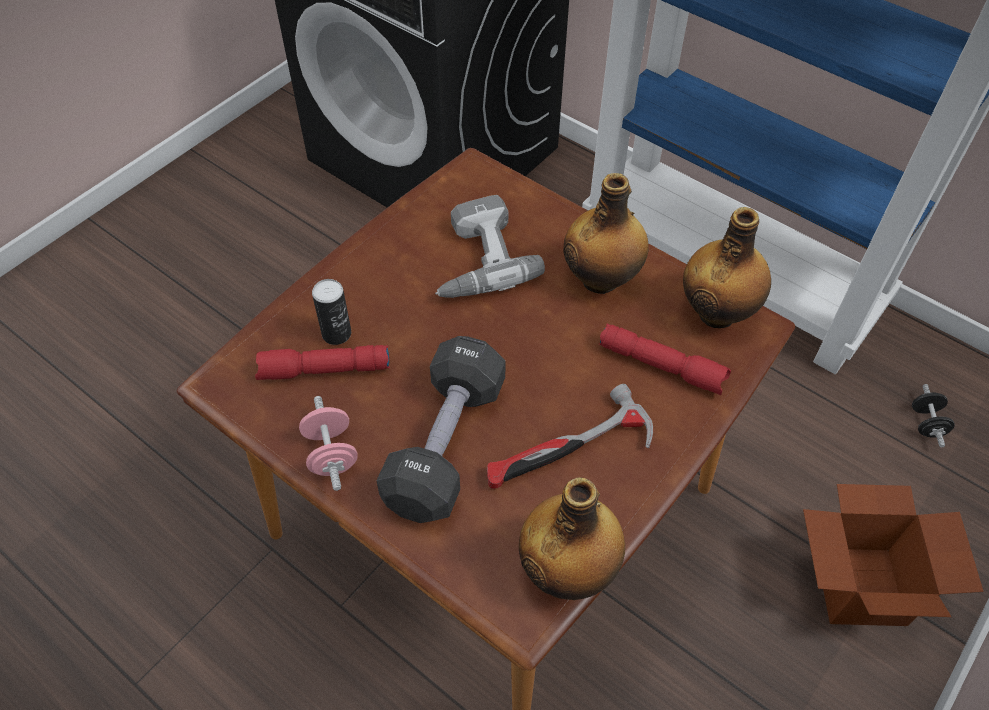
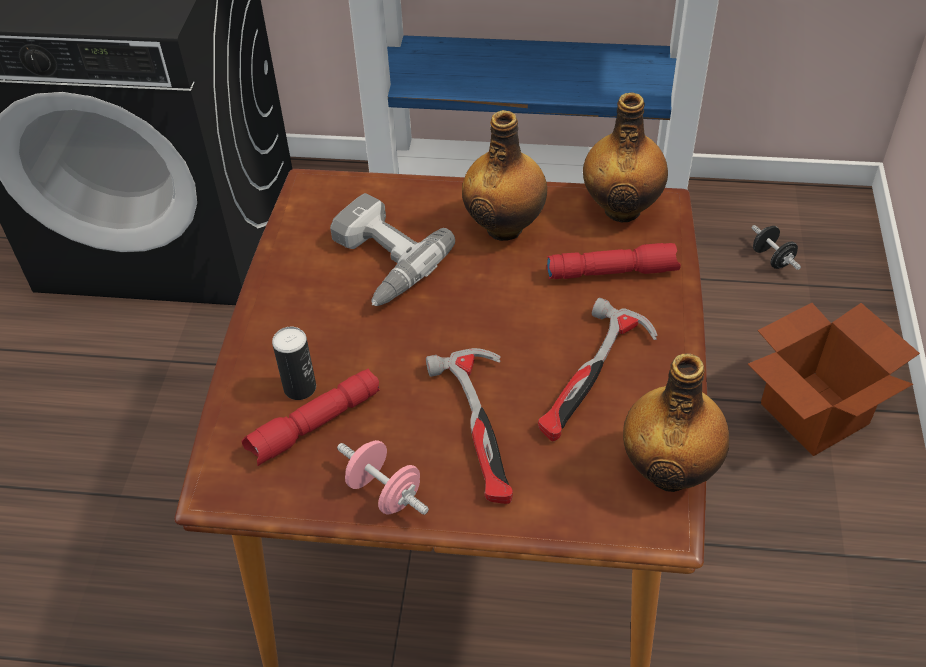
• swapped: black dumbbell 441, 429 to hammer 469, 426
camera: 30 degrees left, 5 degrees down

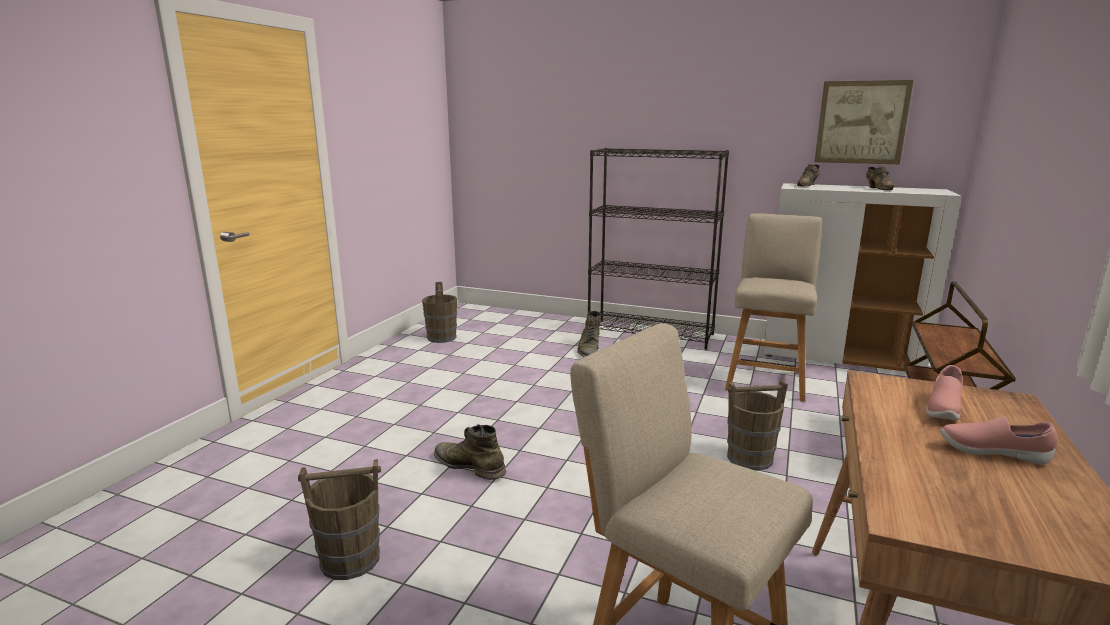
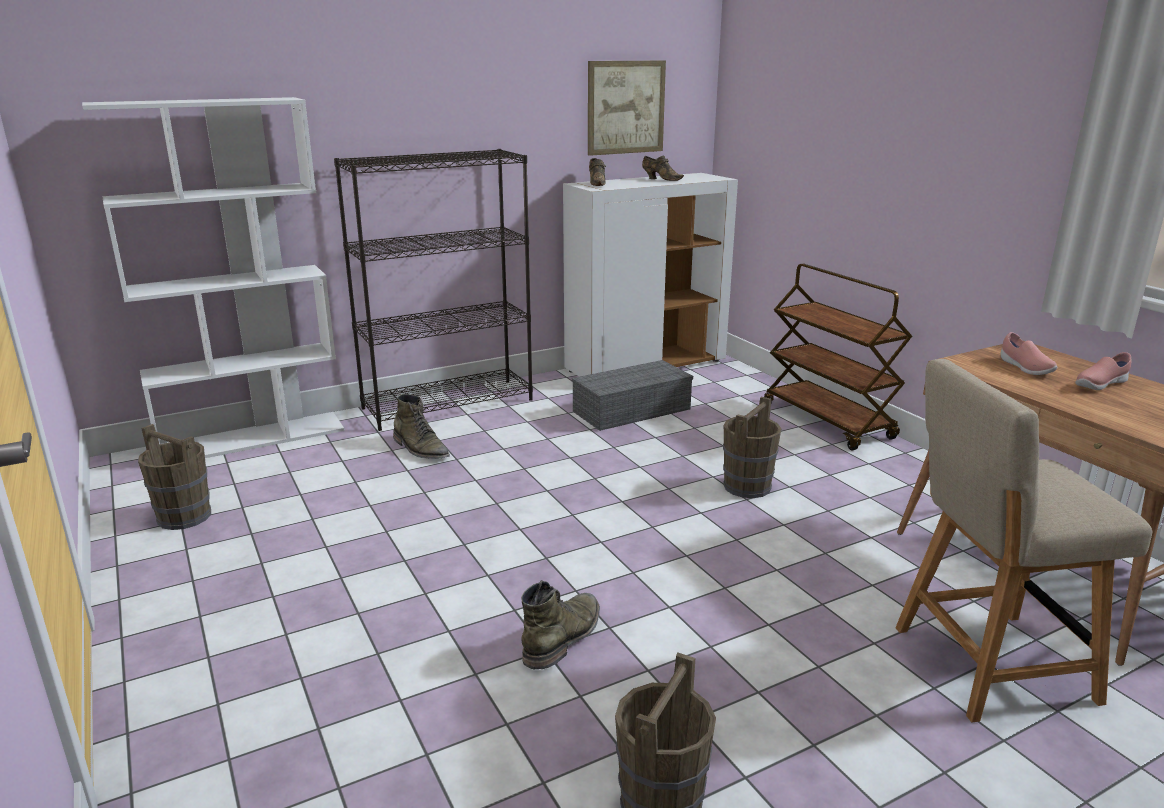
• swapped: beige chair 773, 307 to grey storage box 632, 395
• rotated: green boot 470, 452 = 560, 624 135 degrees clockwise
• new: white bookcase 213, 277
camera: 50 degrees left, 5 degrees up

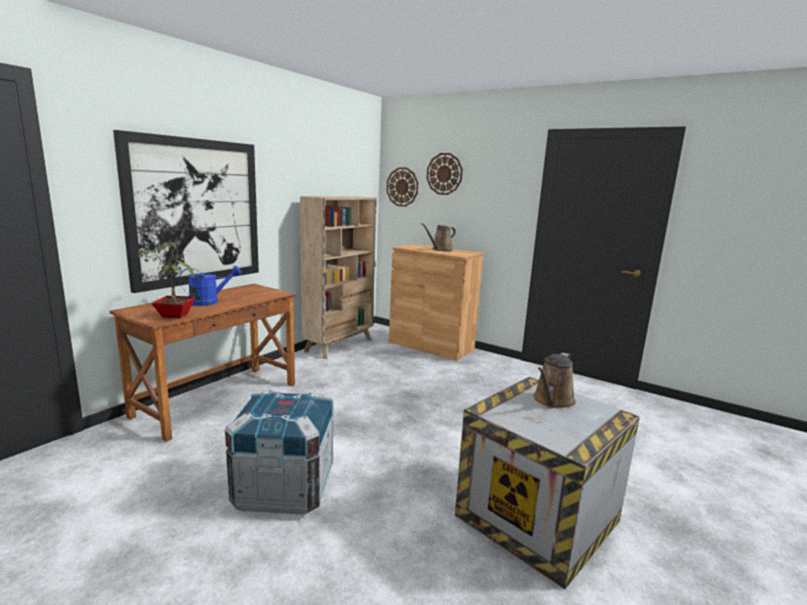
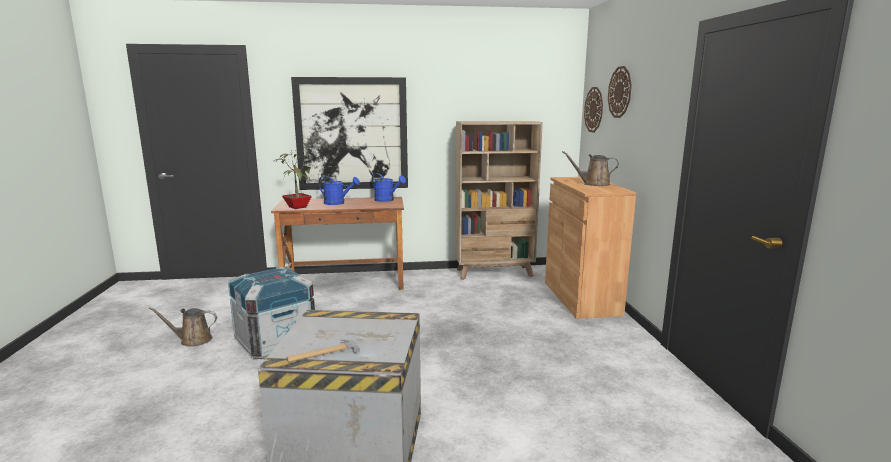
• shifted: brown watering can 554, 381 to 183, 327
• new: blue watering can 389, 187
• new: hammer 323, 350
camera: 50 degrees right, 0 degrees up

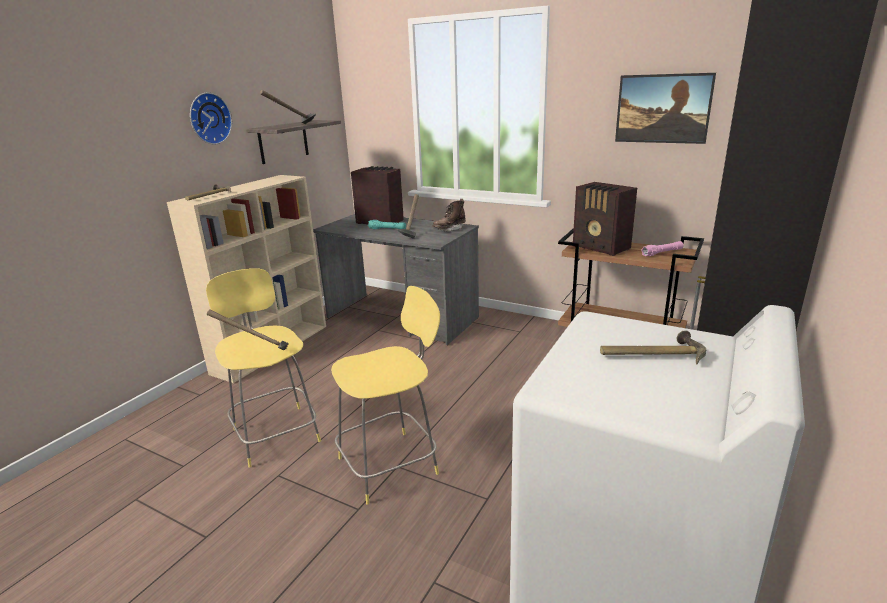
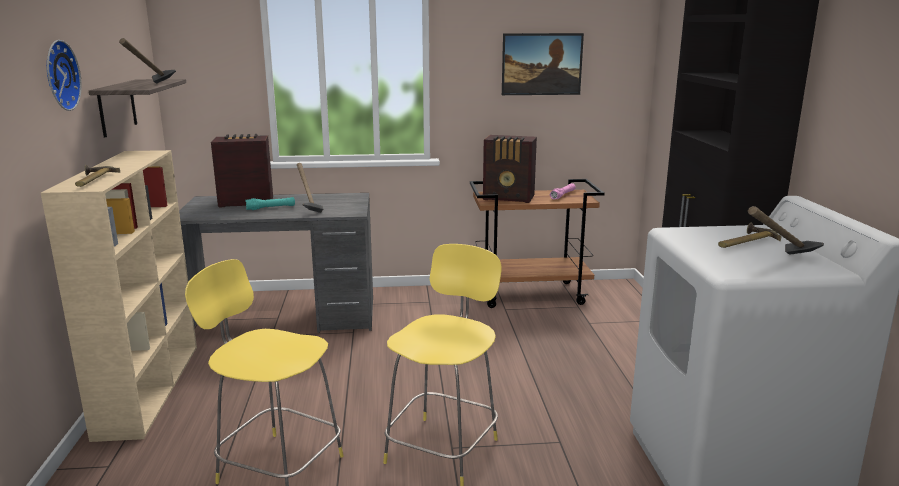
• gone: brown boot 449, 215
• shifted: hammer 248, 329 to 786, 230
camera: 35 degrees left, 5 degrees down

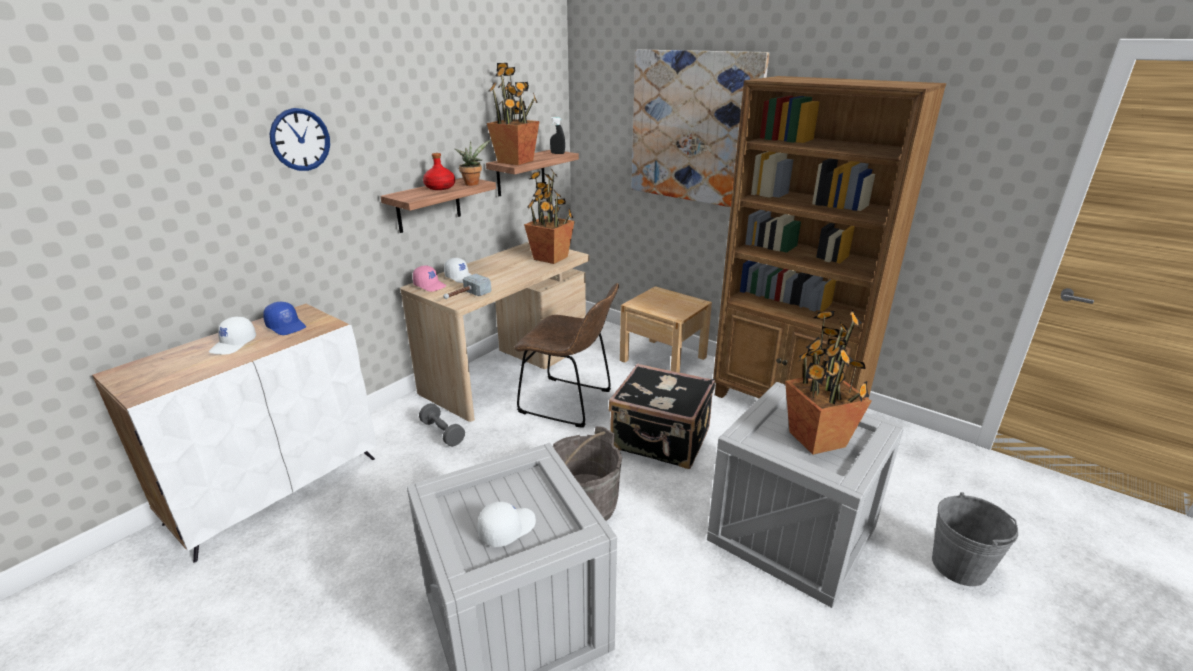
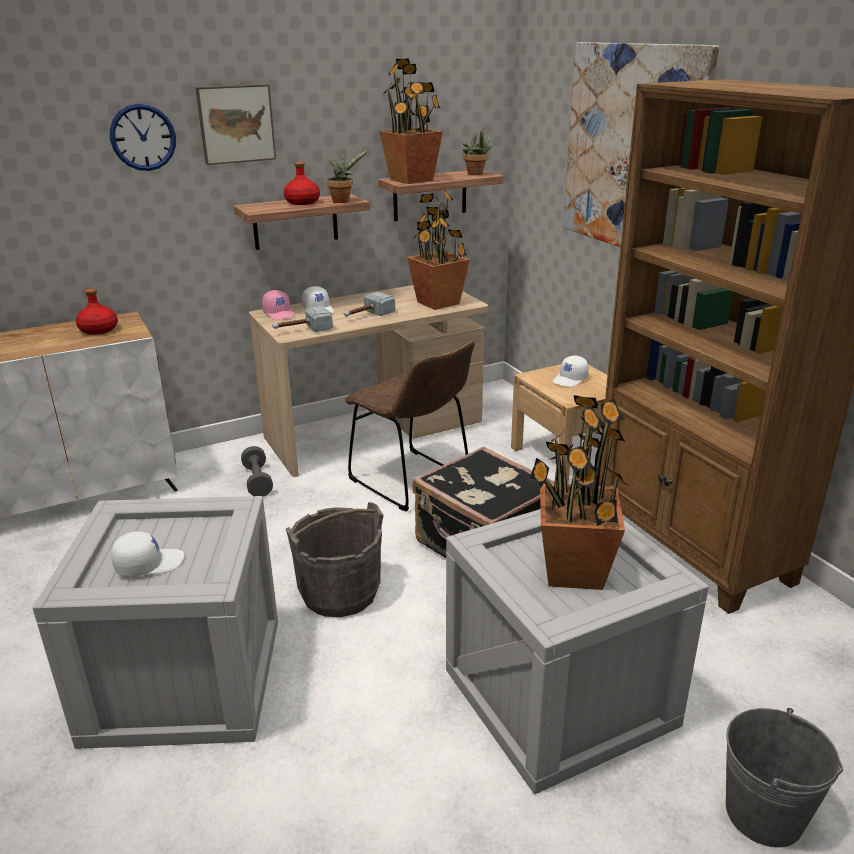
• swapped: black spray bottle 557, 135 to potted plant 478, 151
• swapped: blue cap 284, 318 to red bottle 97, 311
• shifted: white cap 232, 336 to 571, 371
• new: picture 235, 124
• new: hammer 369, 304
camera: 25 degrees right, 0 degrees up

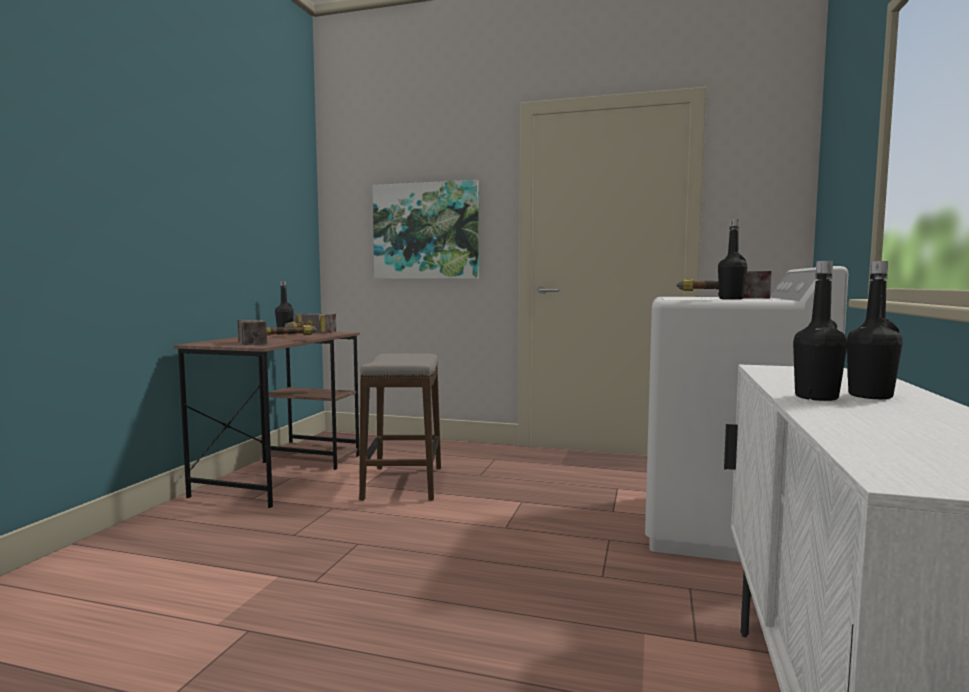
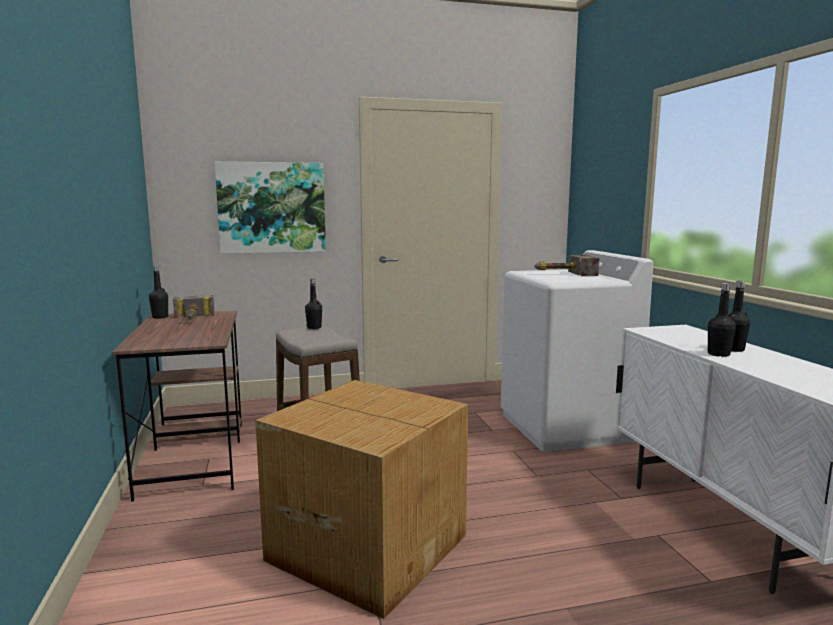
• shifted: black bottle 732, 259 to 313, 304
• gone: hammer 277, 332
• new: cardboard box 361, 499
camera: 30 degrees left, 5 degrees up

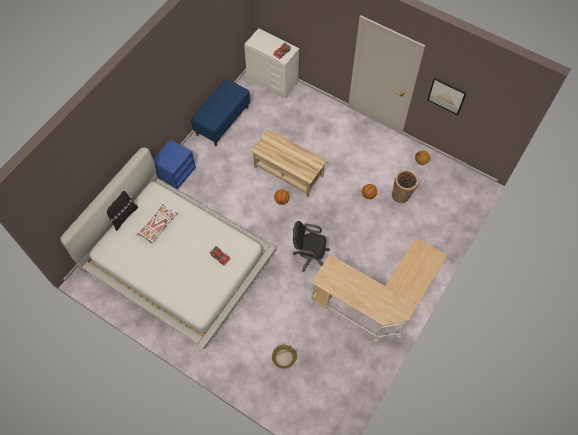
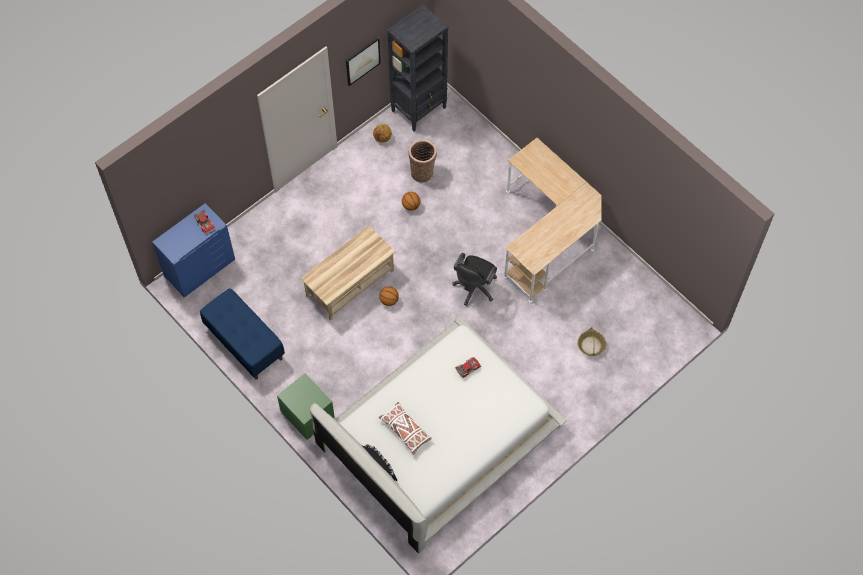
• repainted: white dresser 271, 63 to blue dresser 193, 250
• repainted: blue nightstand 174, 164 to green nightstand 306, 406
• new: black bookcase 417, 68
camera: 75 degrees left, 0 degrees up

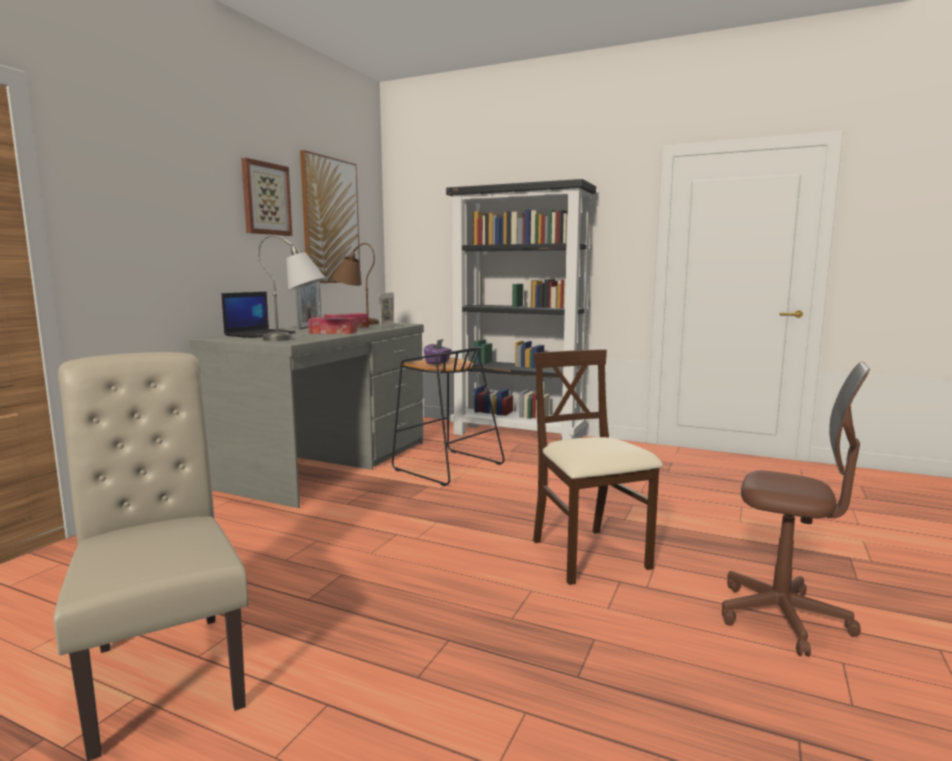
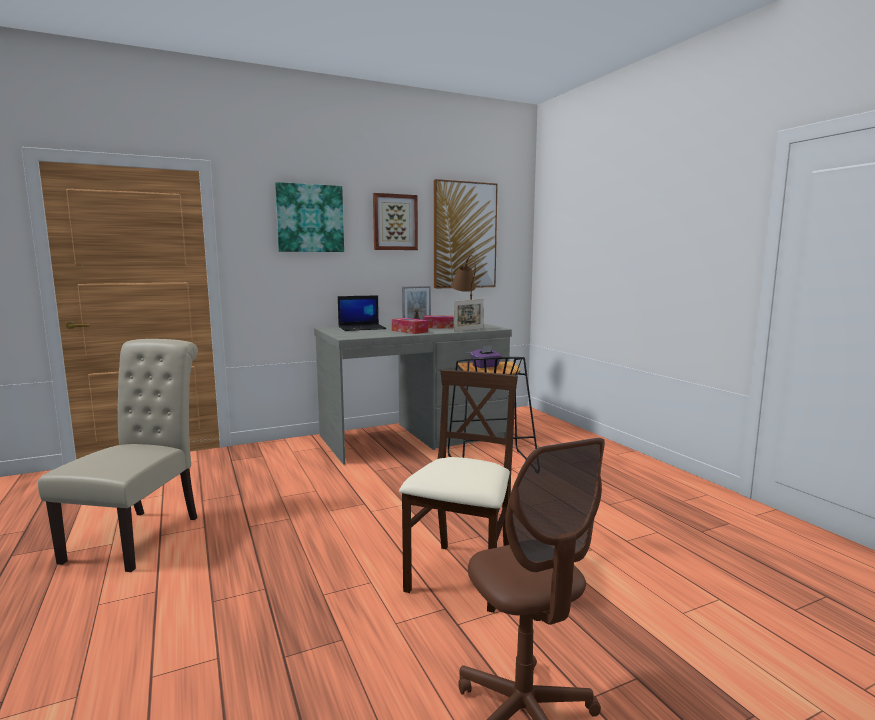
• gone: black bookcase 521, 309
• gone: grey table lamp 291, 288
• new: picture 309, 217
camera: 40 degrees right, 0 degrees up

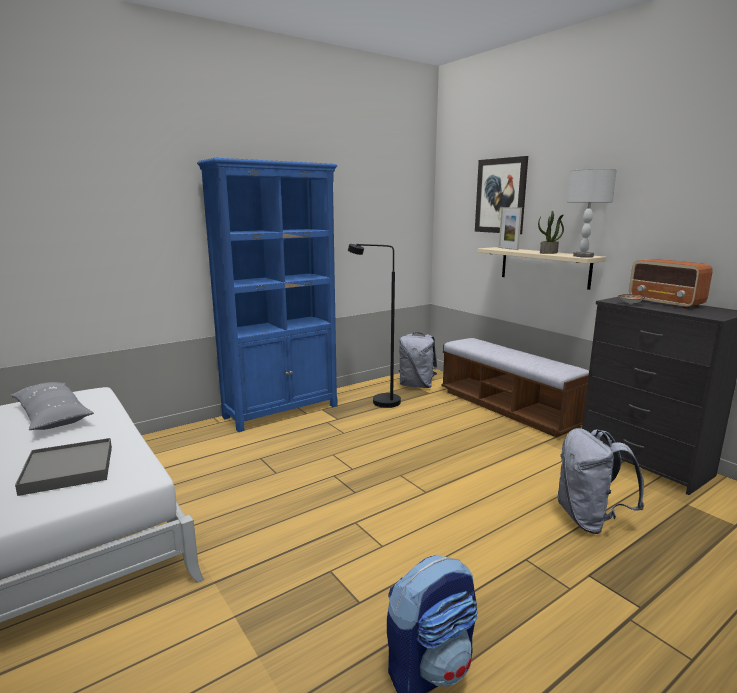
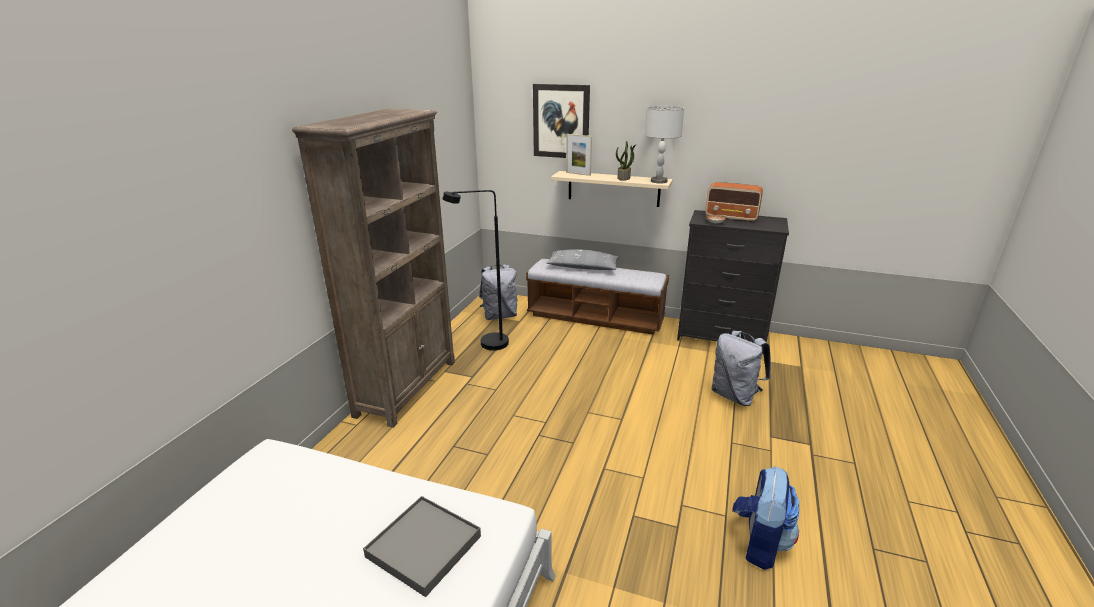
• repainted: blue bookcase 267, 295 to brown bookcase 373, 268
• shifted: grey pillow 52, 406 to 582, 259
camera: 35 degrees left, 10 degrees up

